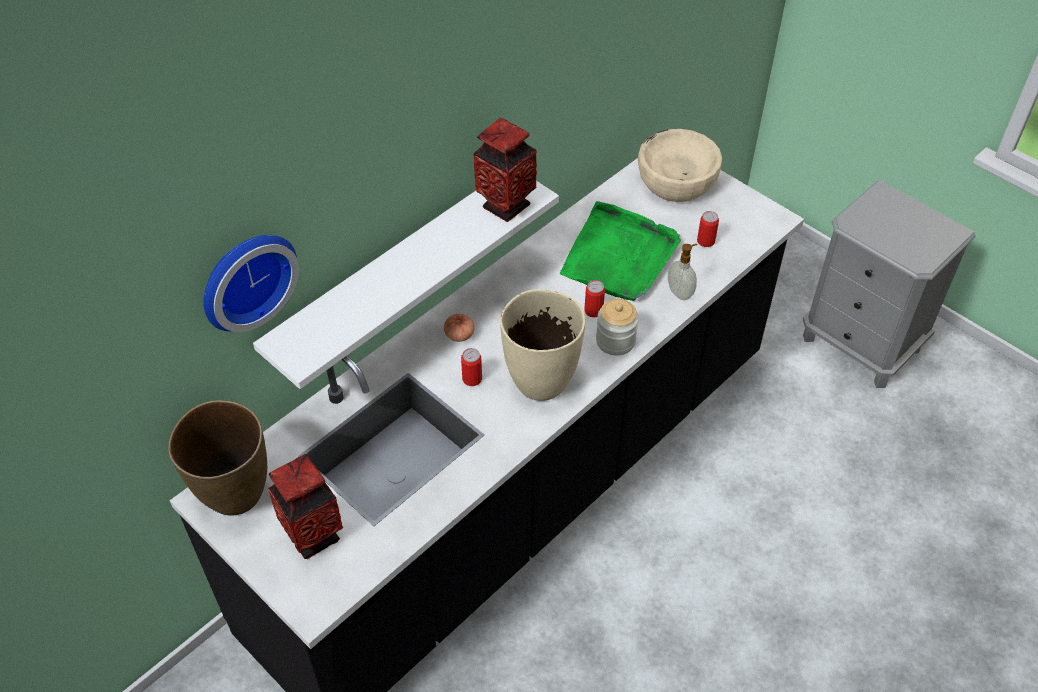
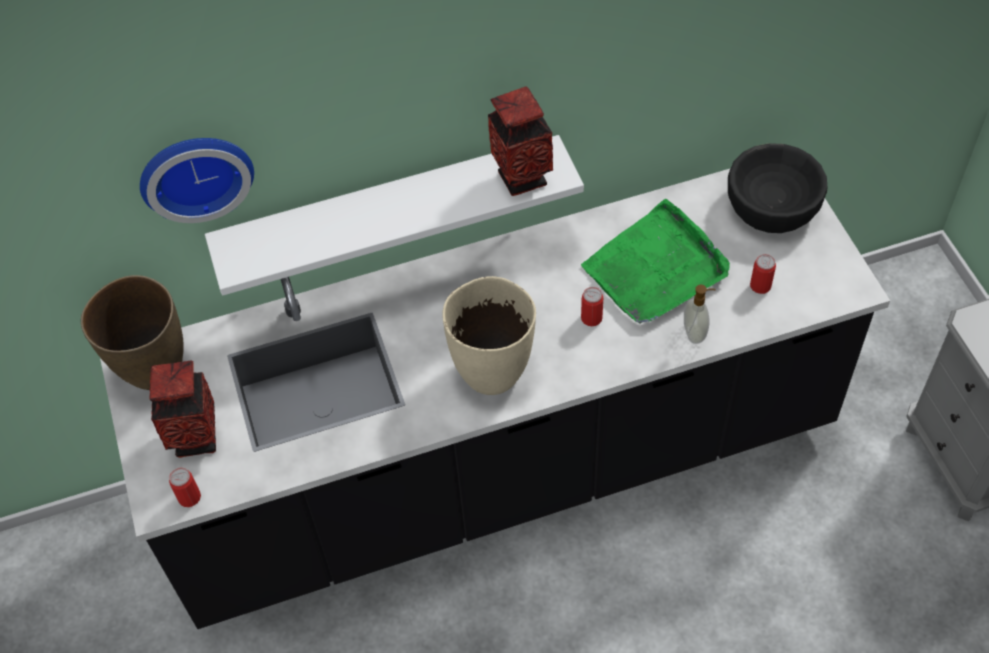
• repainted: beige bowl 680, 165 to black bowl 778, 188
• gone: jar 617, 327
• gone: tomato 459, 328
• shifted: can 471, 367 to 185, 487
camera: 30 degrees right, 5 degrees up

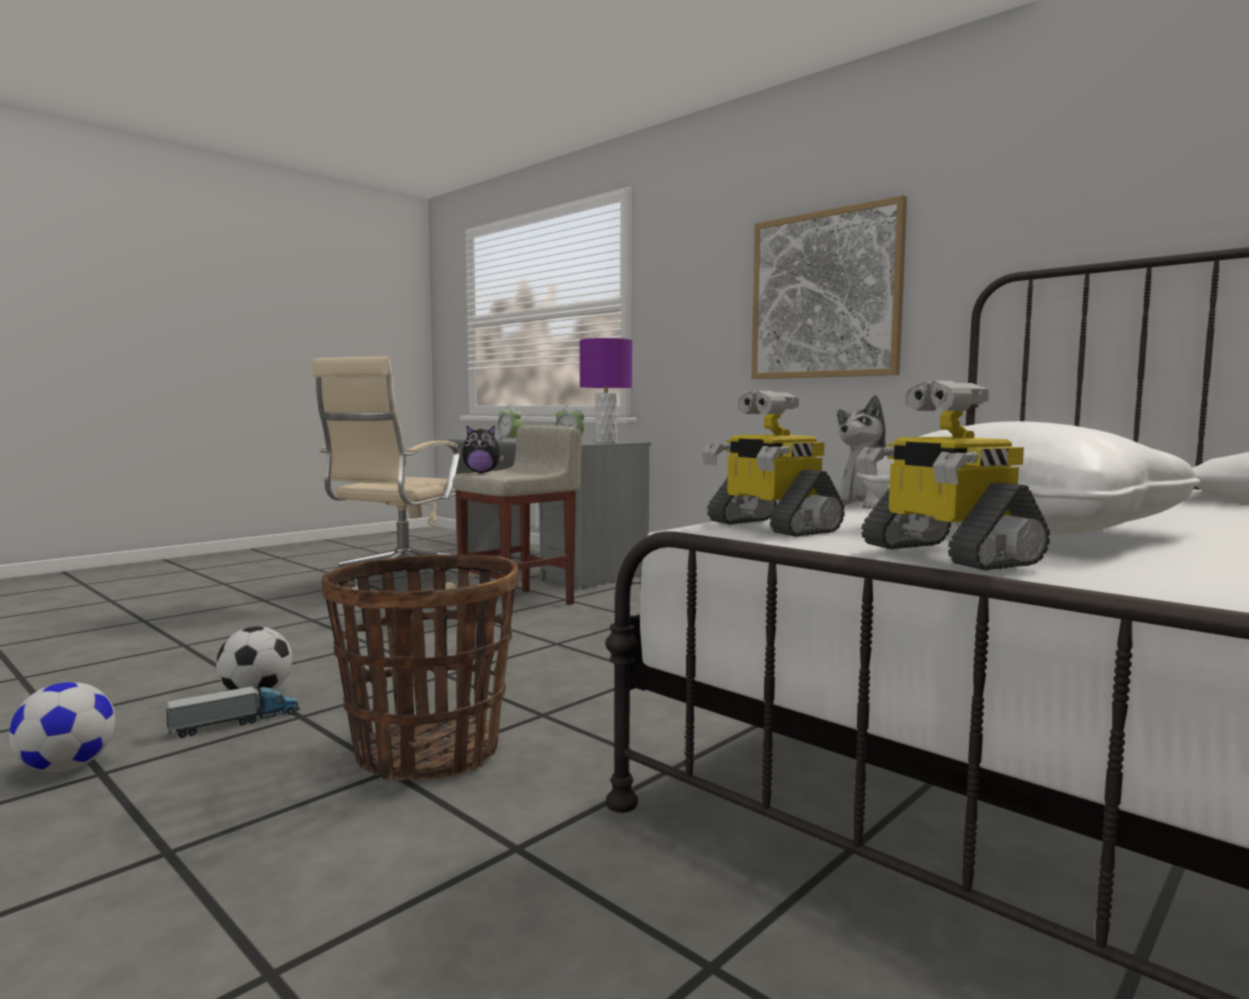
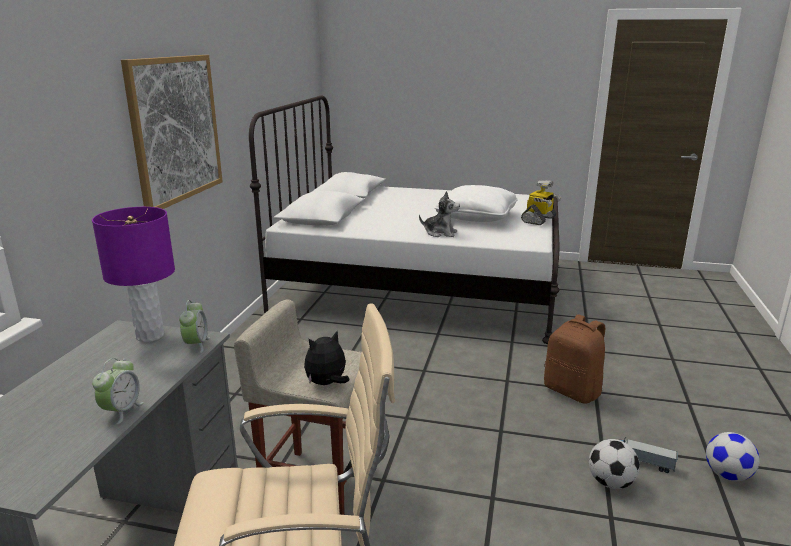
• gone: toy robot 773, 464
• rotated: plush toy 483, 449 = 326, 358 90 degrees counterclockwise
• swapped: basket 420, 667 to brown backpack 574, 359
camera: 120 degrees left, 15 degrees up

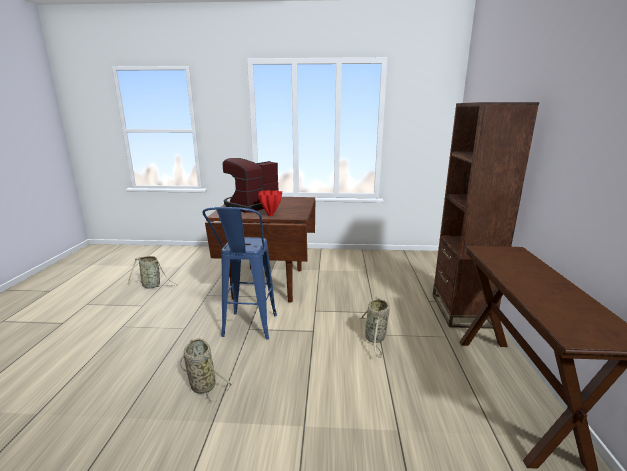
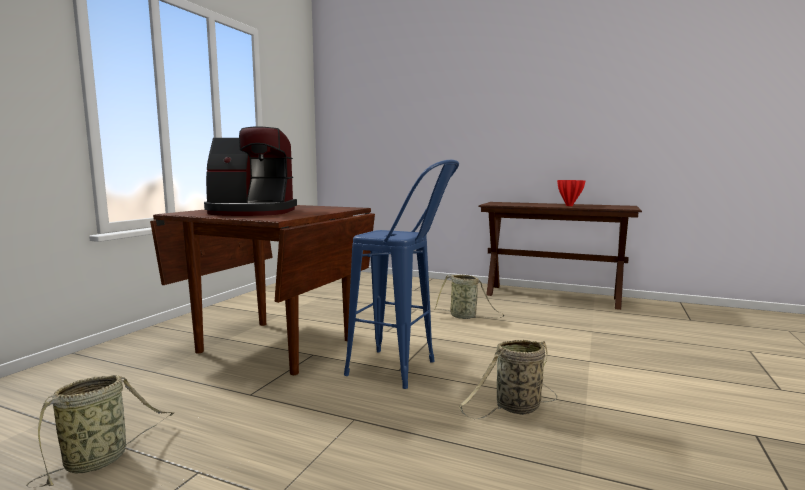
• gone: brown bookcase 485, 215
• rotated: coffee machine 252, 185 = 250, 171 60 degrees counterclockwise
• shifted: red vase 270, 203 to 571, 193
camera: 70 degrees left, 10 degrees down

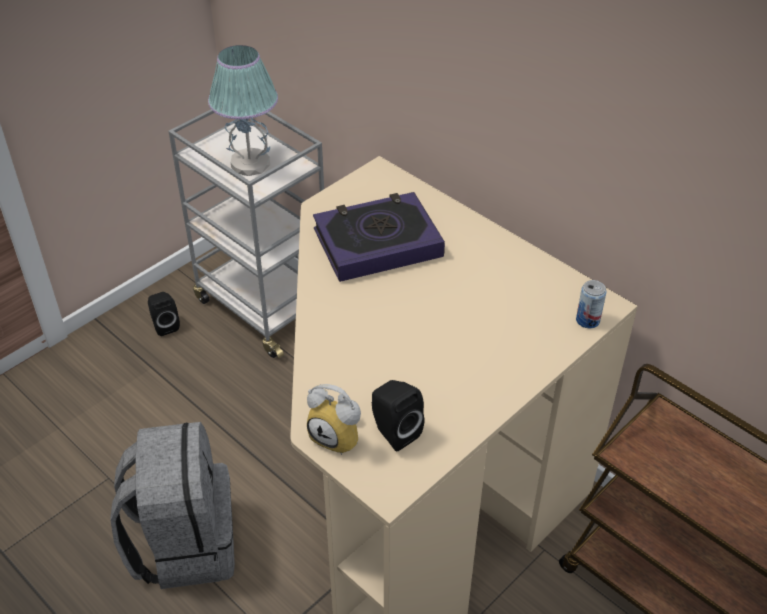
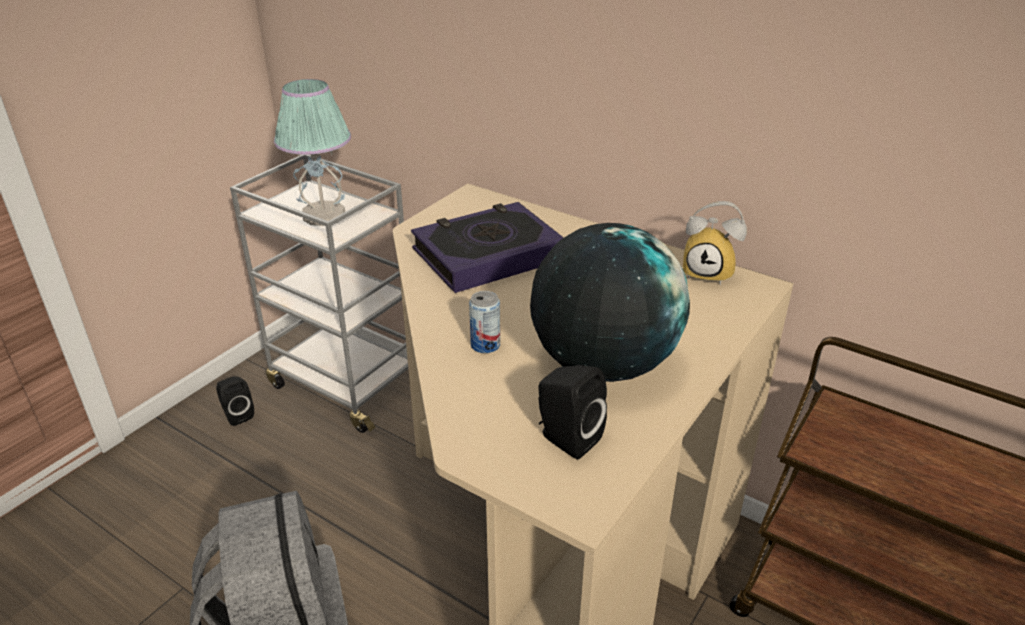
• shifted: can 591, 304 to 484, 322
• shifted: alarm clock 334, 419 to 715, 243
• new: globe 610, 302
camera: 10 degrees left, 10 degrees down

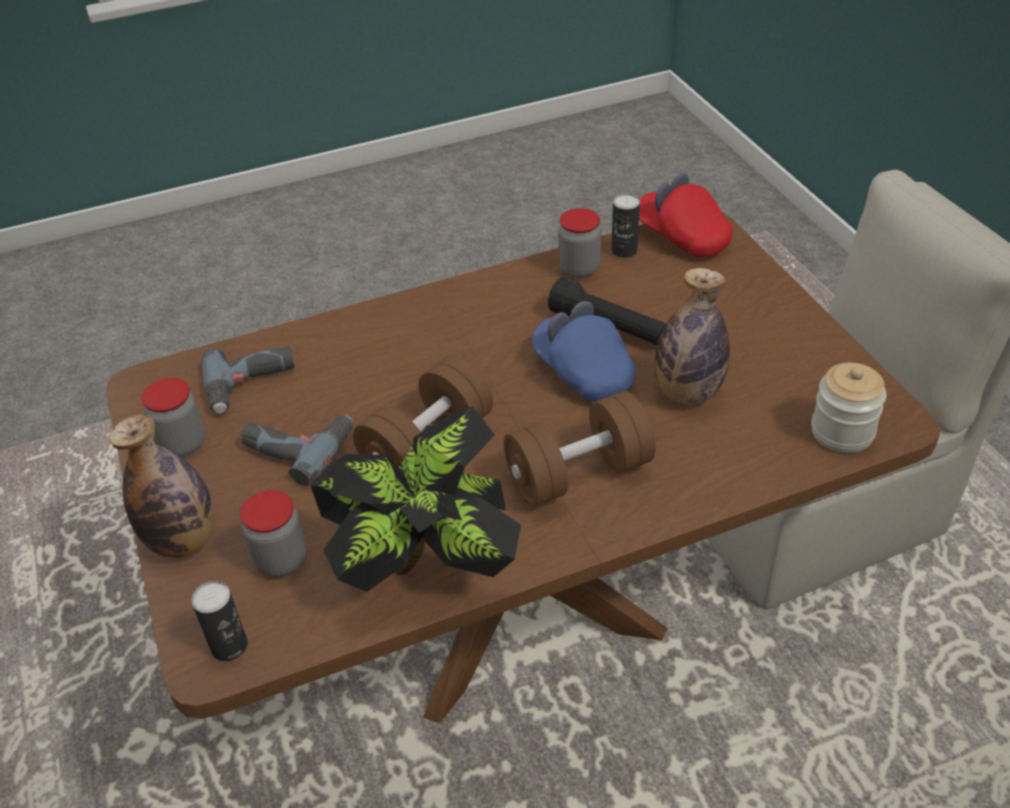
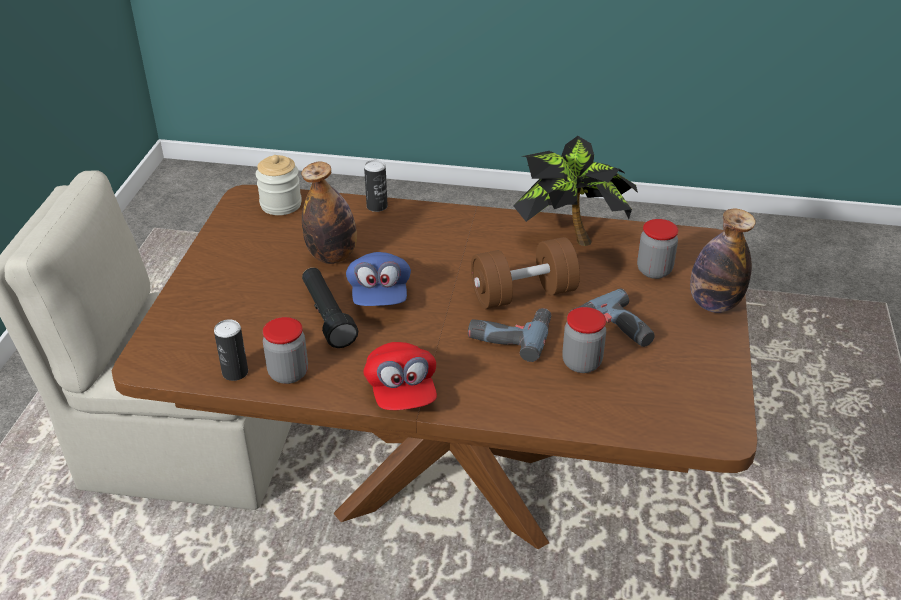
• shifted: red cap 685, 215 to 400, 376
• shifted: power drill 248, 380 to 509, 335
• shifted: jar 173, 417 to 584, 340
• gone: brown dumbbell 580, 449
• shifted: can 219, 621 to 376, 186
camera: 150 degrees left, 5 degrees down

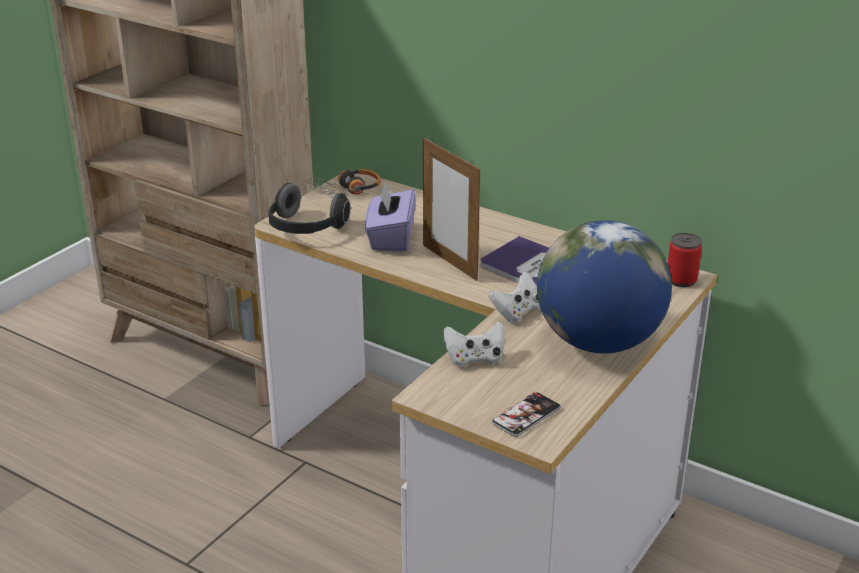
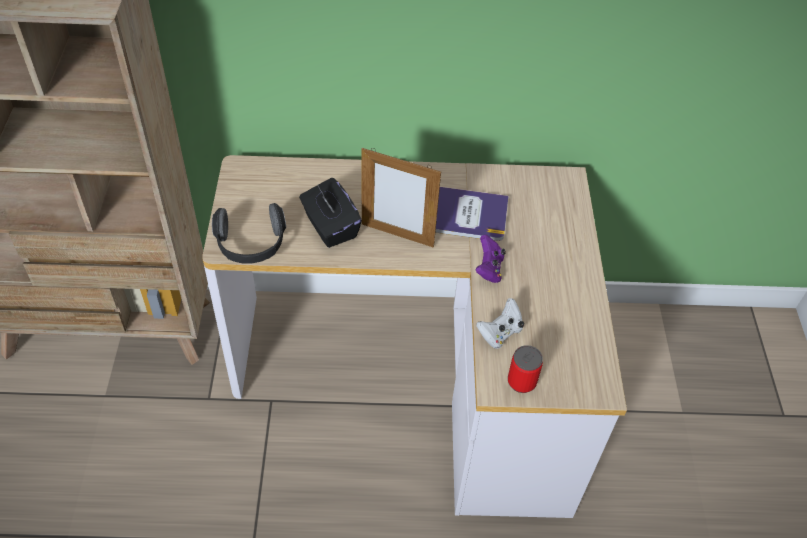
• gone: headphones 344, 183
• repainted: purple tissue box 390, 216 to black tissue box 330, 213
• gone: globe 604, 287
• shifted: can 685, 260 to 525, 369
• repainted: white game controller 514, 297 to purple game controller 490, 259
• gone: phone 526, 414
camera: 35 degrees left, 20 degrees up

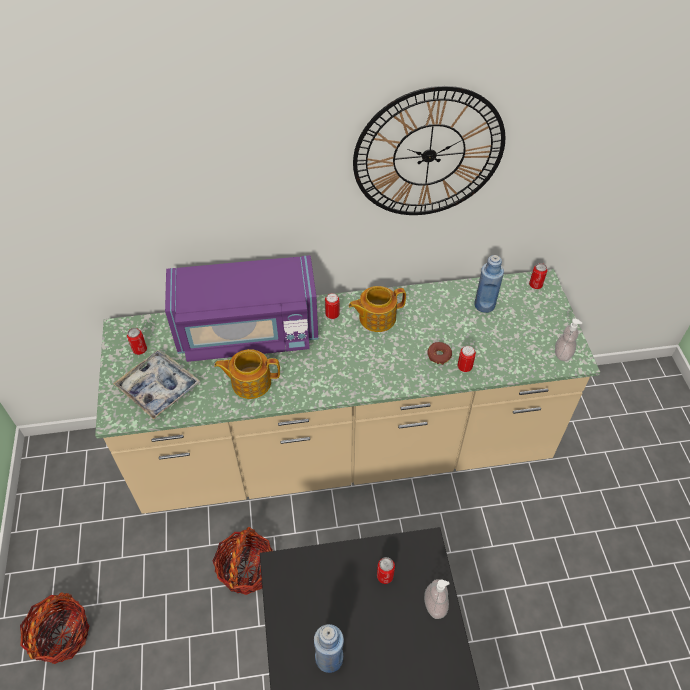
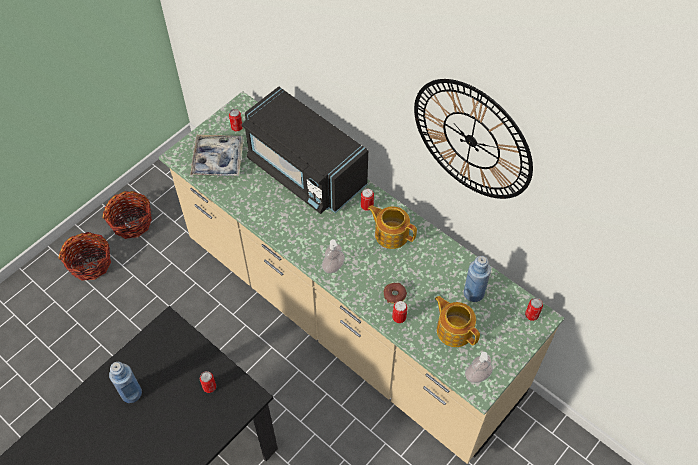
• repainted: purple microwave 242, 308 to black microwave 305, 150
• shifted: teapot 247, 374 to 457, 321
• shifted: basket 243, 561 to 127, 215
• shifted: soap dispenser 437, 599 to 333, 256
camera: 50 degrees right, 5 degrees up

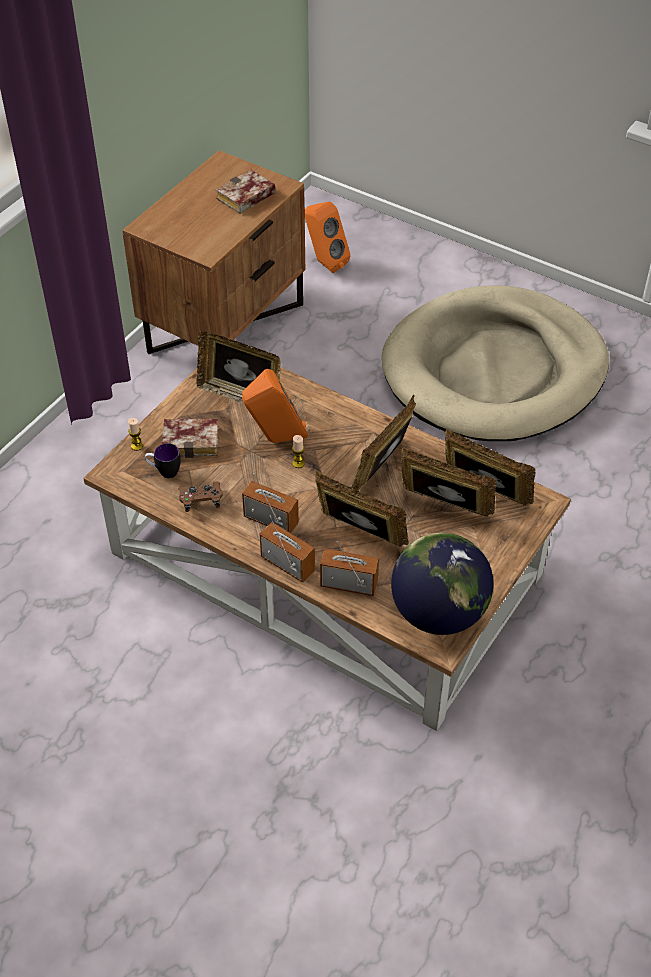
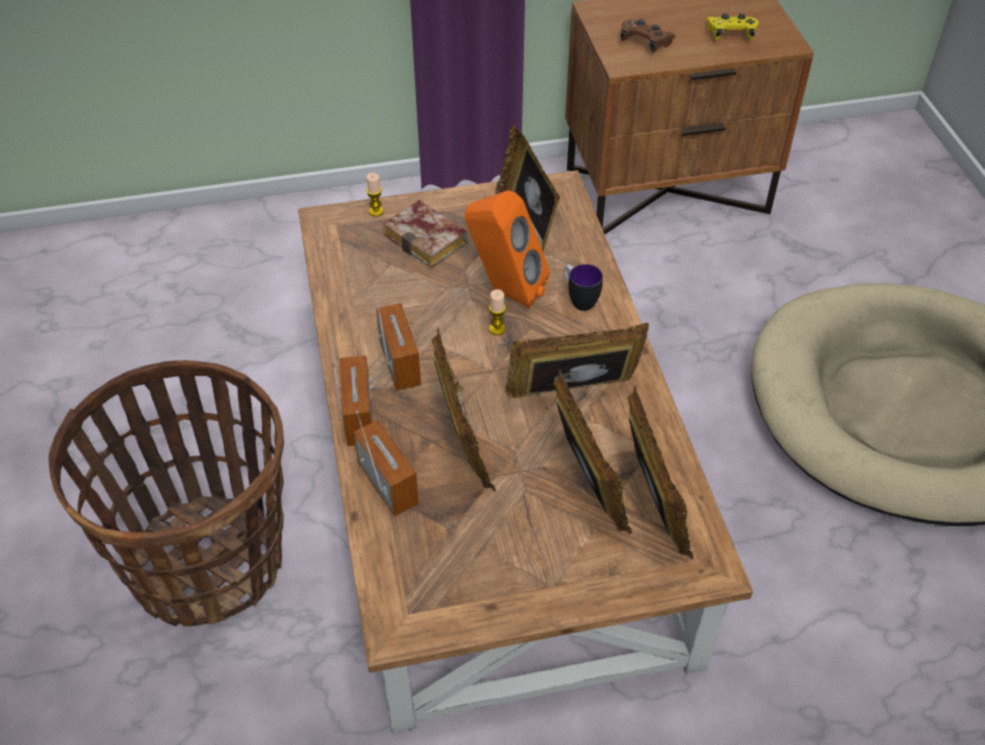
• swapped: book 246, 192 to yellow game controller 732, 27
• gone: orange speaker 328, 237
• shifted: mug 163, 460 to 583, 287
• shifted: brown game controller 201, 496 to 647, 35
• gone: globe 442, 584
• new: basket 166, 493
camera: 45 degrees right, 0 degrees up

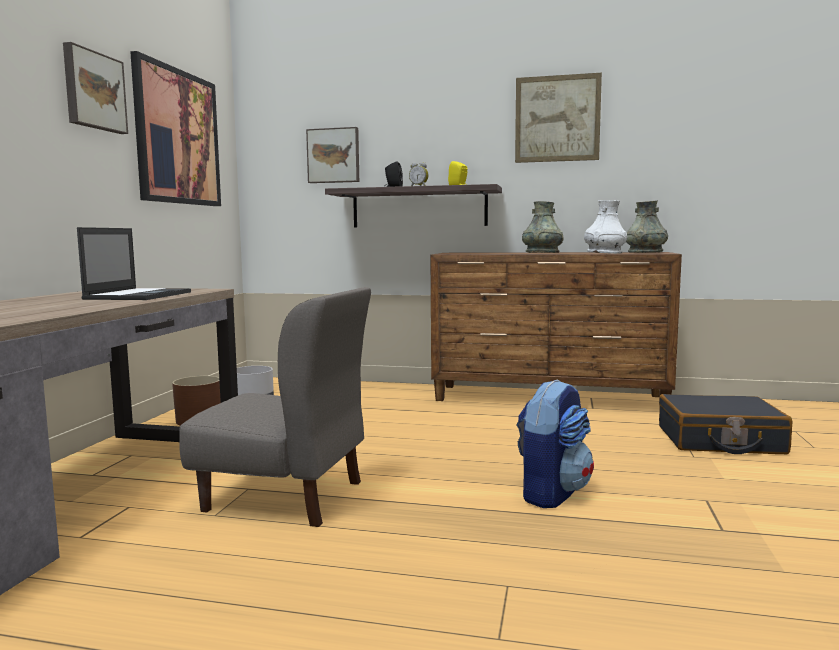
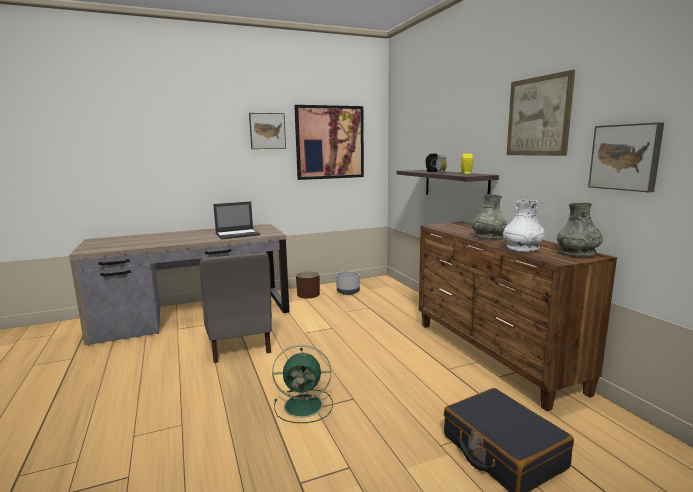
• shifted: picture 332, 155 to 626, 157
• swapped: backpack 555, 443 to green fan 302, 384
camera: 55 degrees right, 5 degrees up

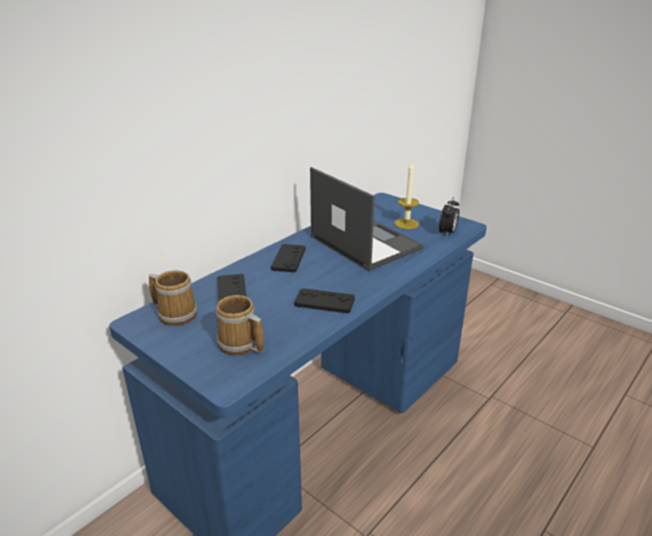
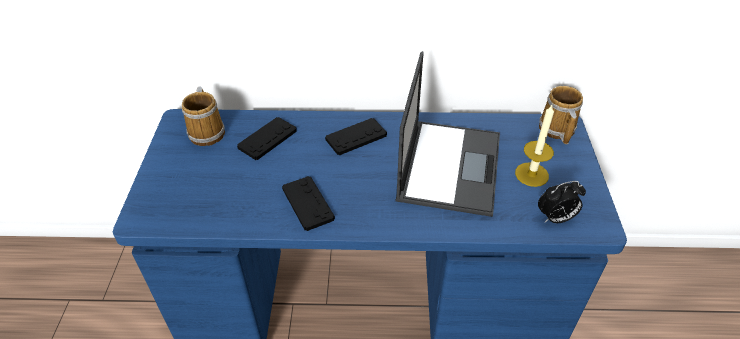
• shifted: mug 240, 325 to 561, 115
camera: 50 degrees right, 15 degrees up

